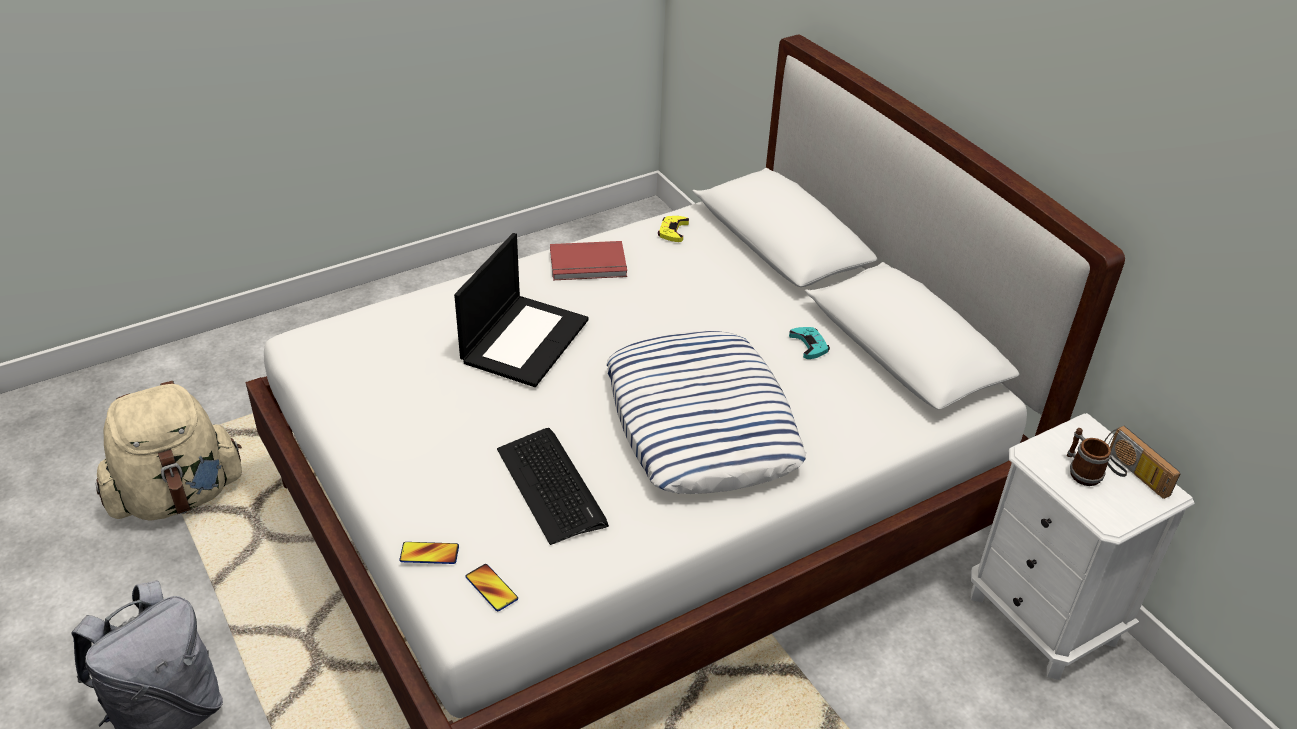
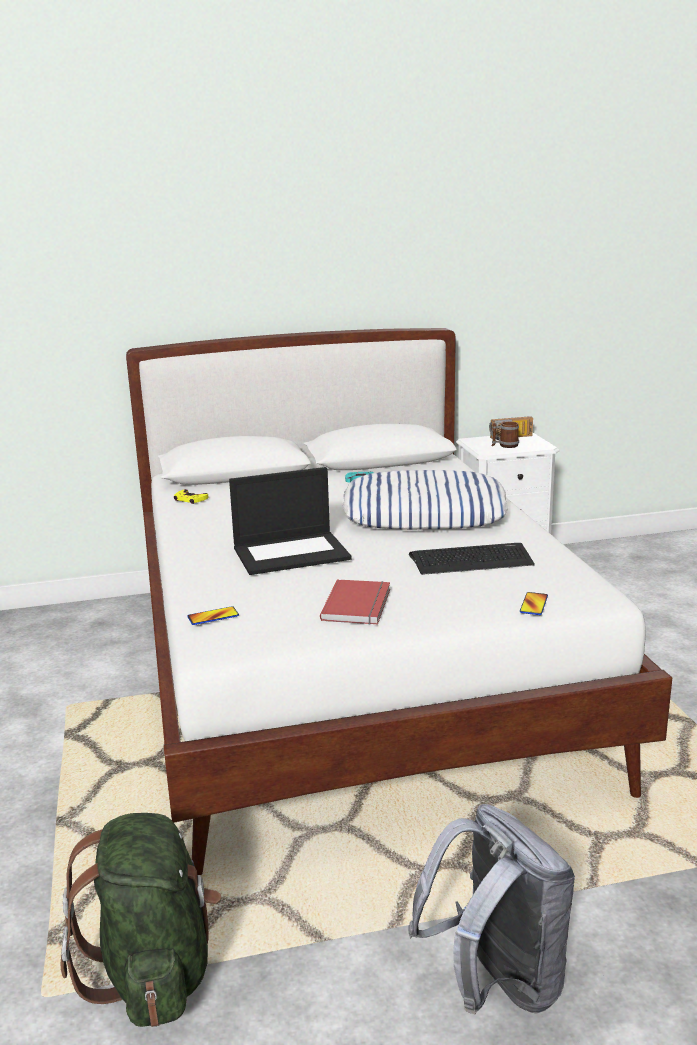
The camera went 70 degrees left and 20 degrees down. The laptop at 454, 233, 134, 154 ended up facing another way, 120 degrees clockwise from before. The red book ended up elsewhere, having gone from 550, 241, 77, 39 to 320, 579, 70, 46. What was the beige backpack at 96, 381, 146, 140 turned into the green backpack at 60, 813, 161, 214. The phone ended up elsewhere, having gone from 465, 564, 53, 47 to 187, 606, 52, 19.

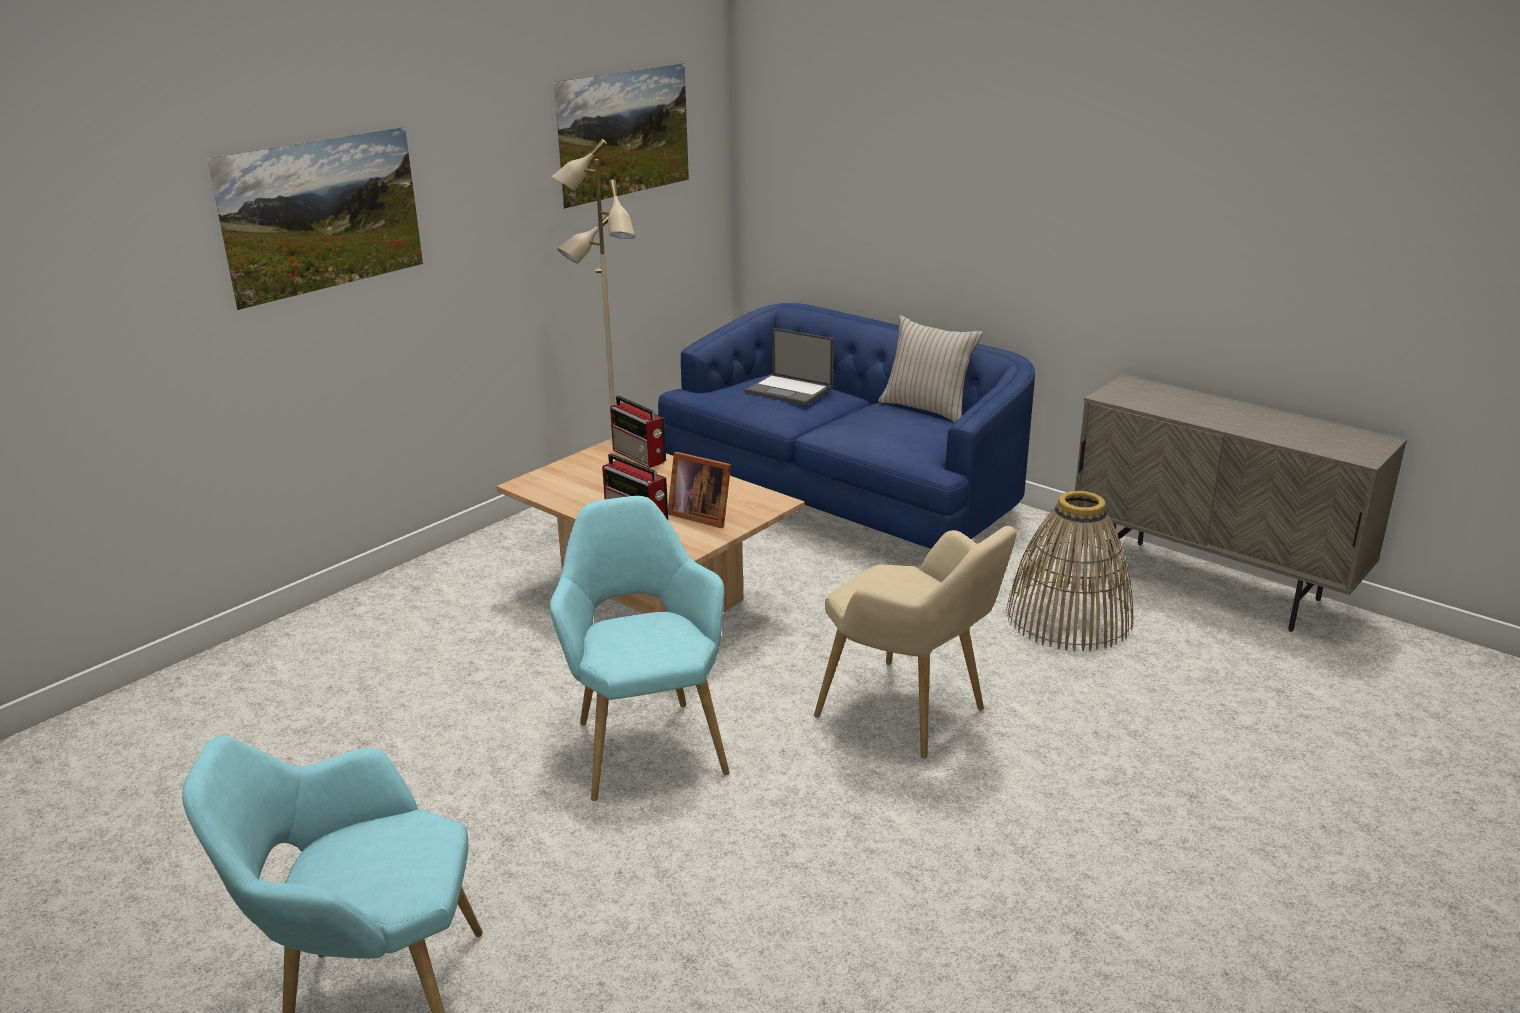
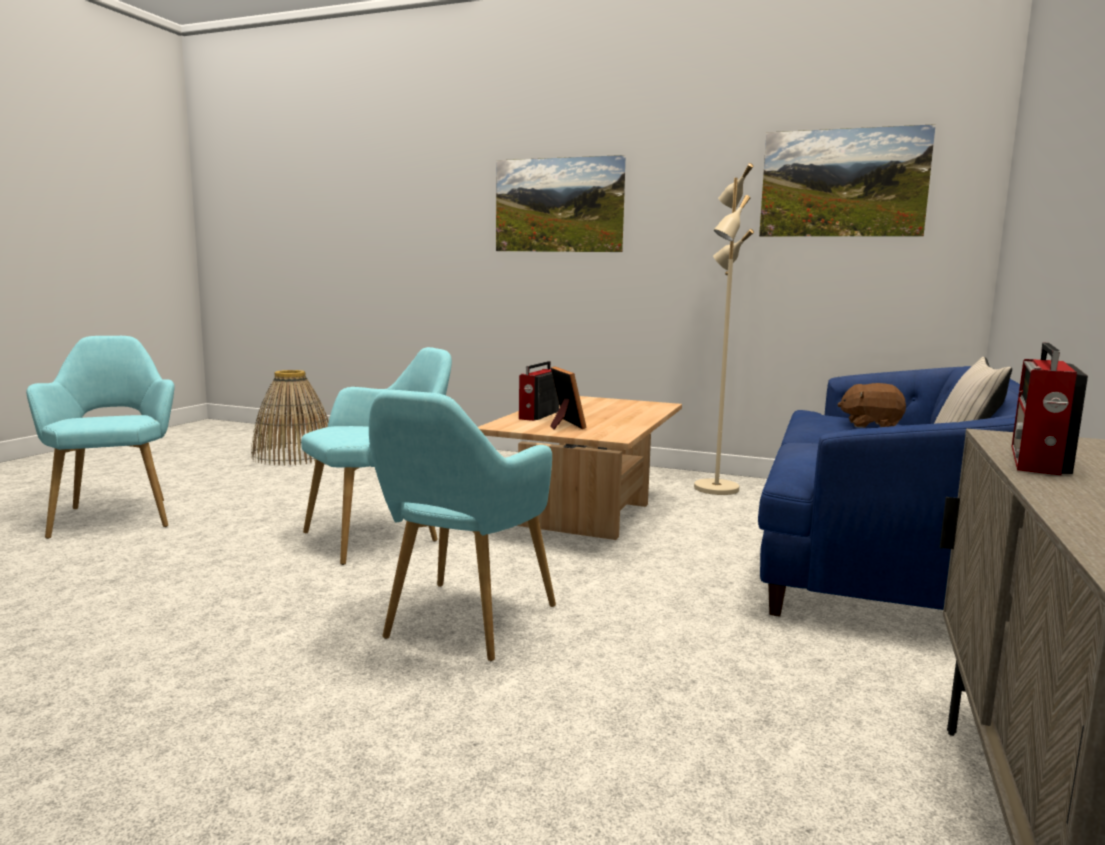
The camera went 70 degrees right and 15 degrees down. Where the laptop stood at 745, 328, 89, 77, the brown plush toy came to stand at 837, 383, 69, 45. The radio ended up elsewhere, having gone from 610, 396, 56, 72 to 1011, 342, 77, 133. The picture frame at 668, 452, 63, 76 ended up facing another way, 150 degrees clockwise from before. The basket ended up elsewhere, having gone from 1006, 491, 127, 160 to 251, 370, 78, 96. What was the beige armchair at 814, 526, 203, 232 turned into the turquoise armchair at 369, 390, 187, 271.

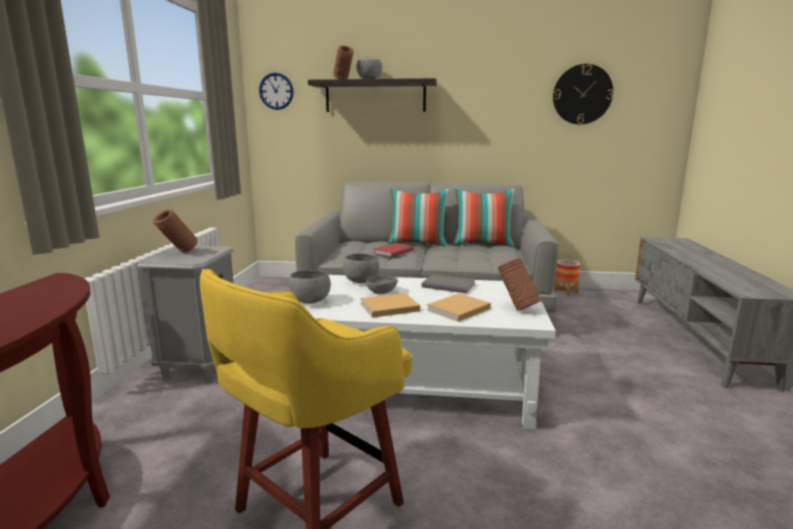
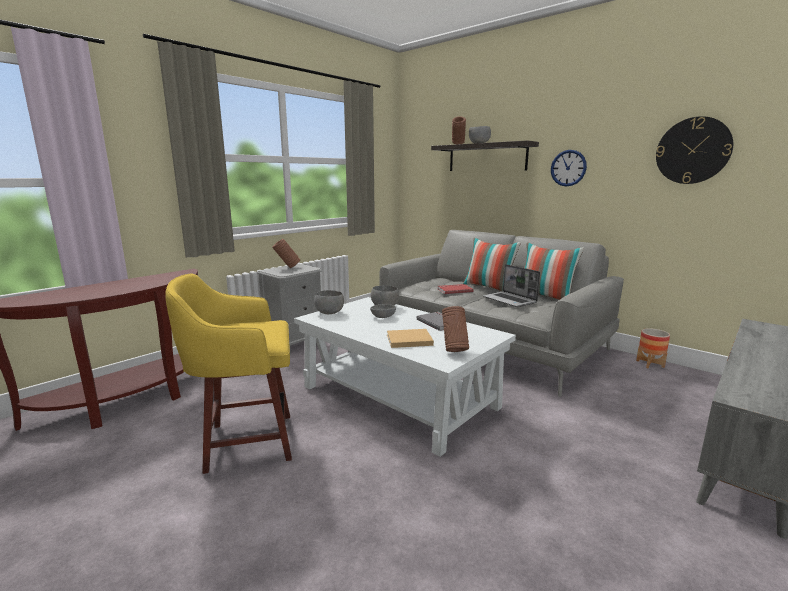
The camera went 35 degrees right and 0 degrees up. The wall clock ended up elsewhere, having gone from 259, 72, 35, 38 to 551, 150, 36, 36. The second view lost the beige book at 360, 293, 60, 25. The second view gained the laptop at 483, 264, 57, 43.

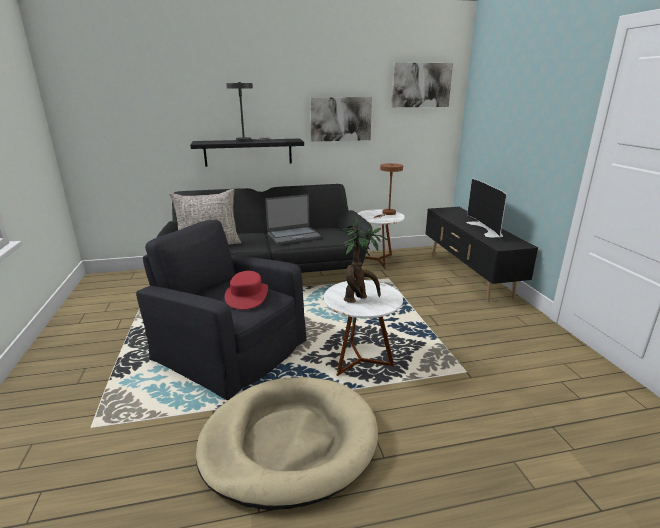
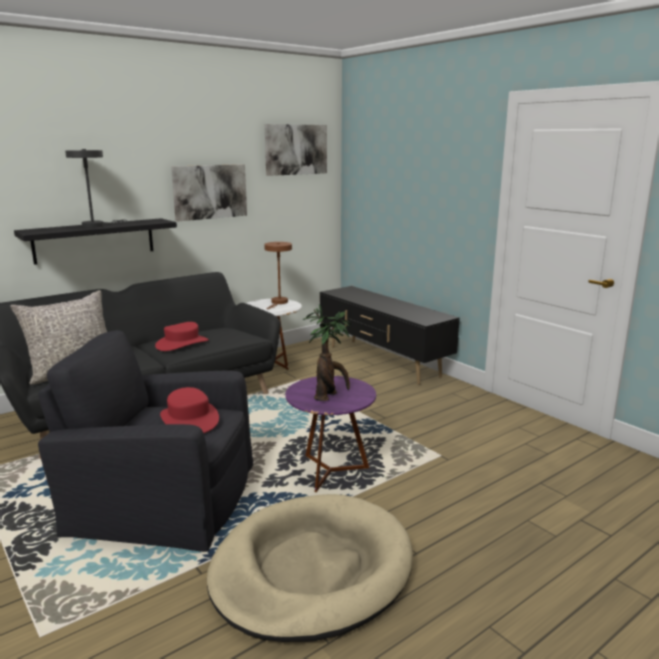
The camera went 25 degrees left and 5 degrees down. The second view lost the television at 466, 178, 41, 59. Where the laptop stood at 265, 194, 56, 51, the red hat came to stand at 155, 322, 54, 29. What was the white side table at 324, 280, 79, 96 turned into the purple side table at 285, 376, 91, 116.

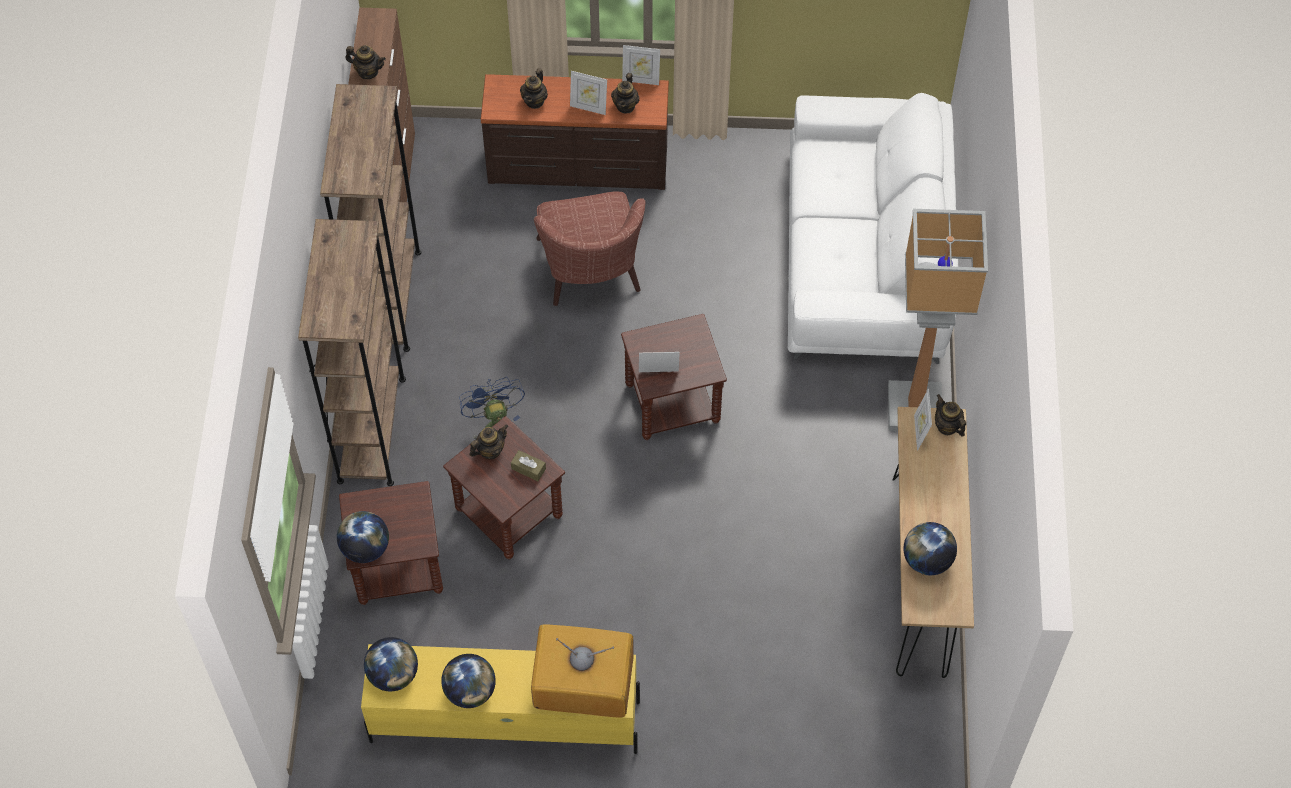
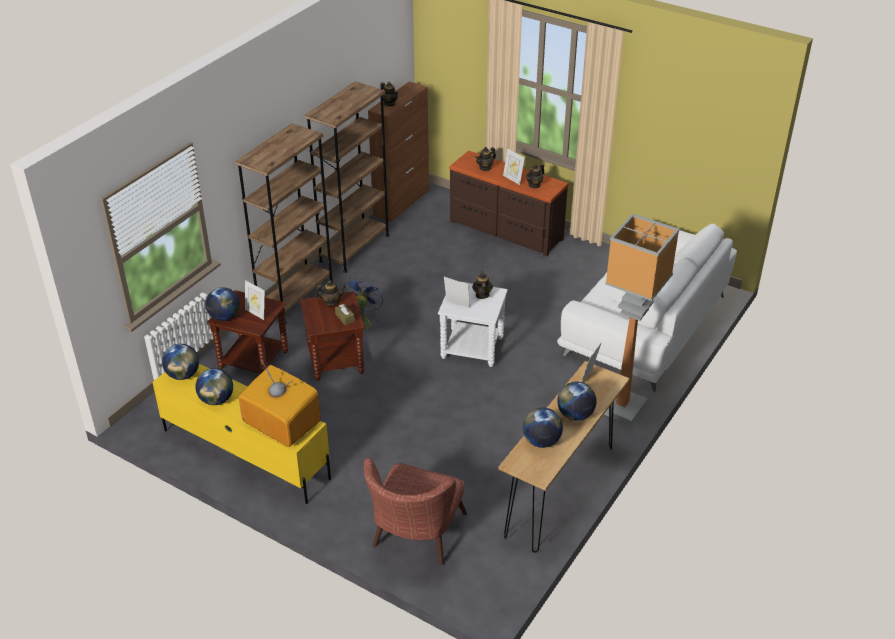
The camera went 30 degrees right and 20 degrees down. The picture frame ended up elsewhere, having gone from 622, 45, 38, 40 to 245, 280, 20, 40. The brown armchair ended up elsewhere, having gone from 534, 191, 111, 115 to 364, 458, 103, 107. What was the brown side table at 621, 314, 106, 126 turned into the white side table at 438, 282, 70, 85. The teapot ended up elsewhere, having gone from 935, 394, 31, 43 to 472, 271, 21, 28. The second view gained the globe at 557, 382, 40, 39.

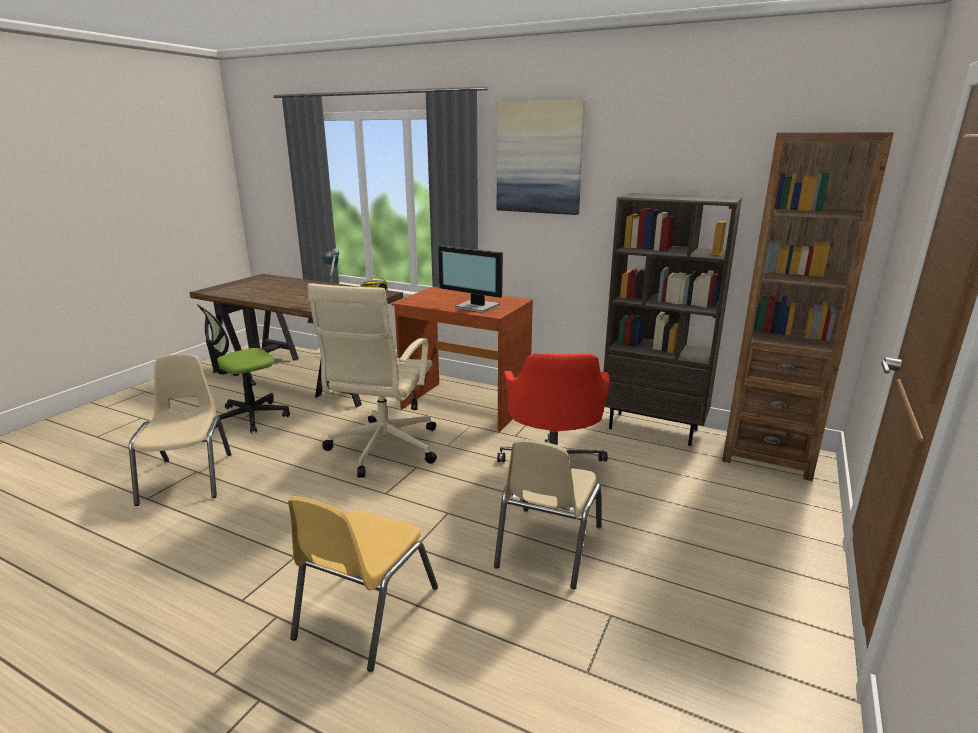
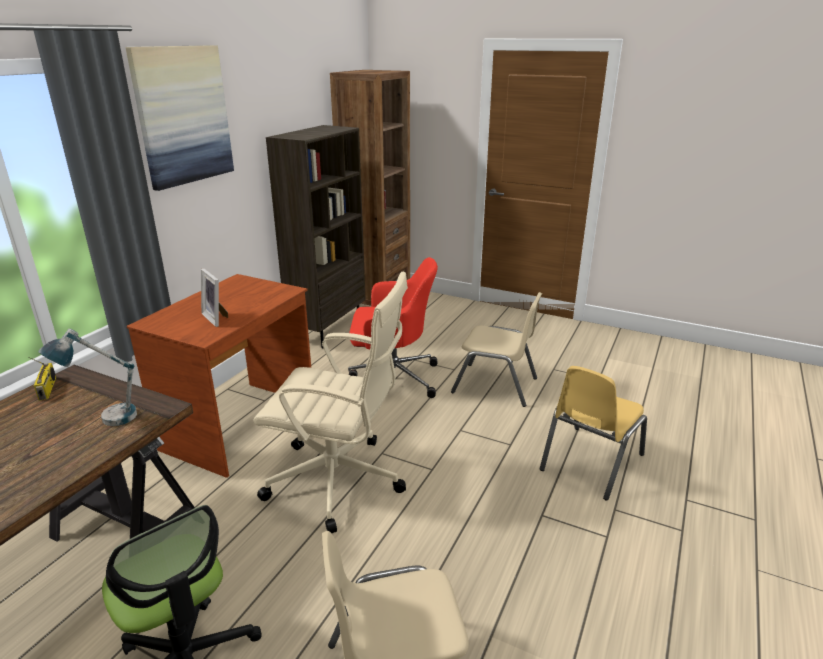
The camera went 90 degrees left and 5 degrees up. The second view lost the monitor at 438, 246, 65, 67. The yellow chair at 288, 496, 150, 176 ended up facing another way, 105 degrees clockwise from before. The second view gained the picture frame at 201, 268, 27, 59.

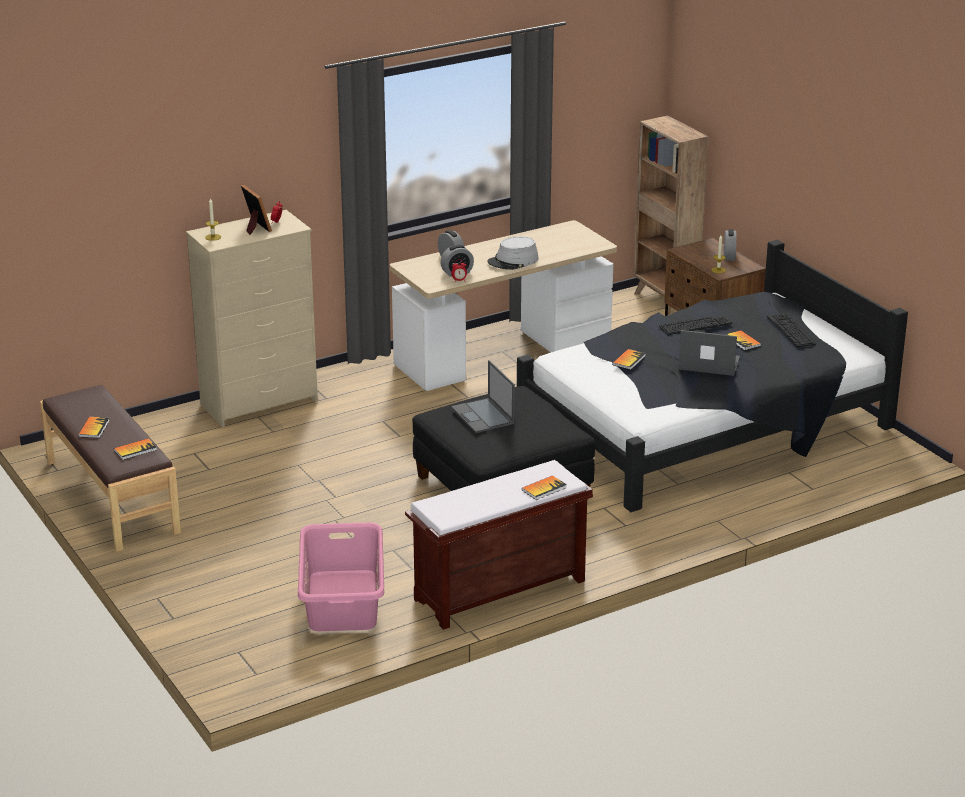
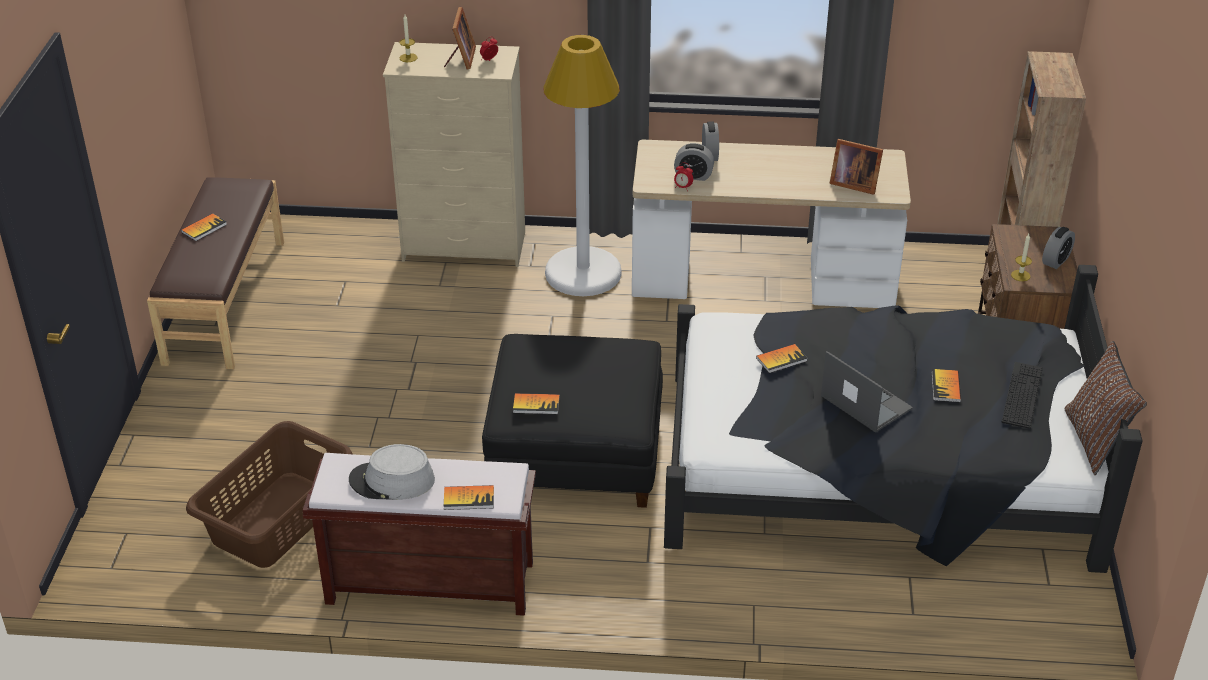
The camera went 35 degrees right and 10 degrees up. The grey hat ended up elsewhere, having gone from 487, 236, 52, 34 to 349, 444, 86, 56. The second view lost the keyboard at 659, 314, 74, 21. The second view lost the laptop at 451, 360, 64, 73. The book ended up elsewhere, having gone from 114, 439, 43, 21 to 513, 393, 47, 21. What was the pink laundry basket at 298, 522, 86, 109 turned into the brown laundry basket at 186, 421, 166, 147. The second view gained the white floor lamp at 544, 35, 78, 261. The second view gained the picture frame at 829, 139, 54, 56. The second view gained the brown pillow at 1065, 340, 82, 135.

